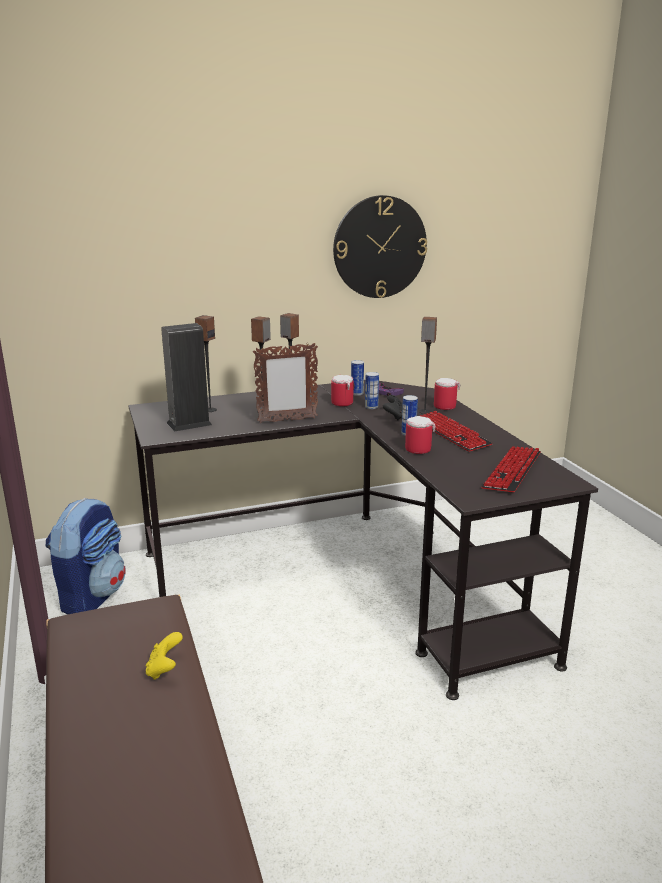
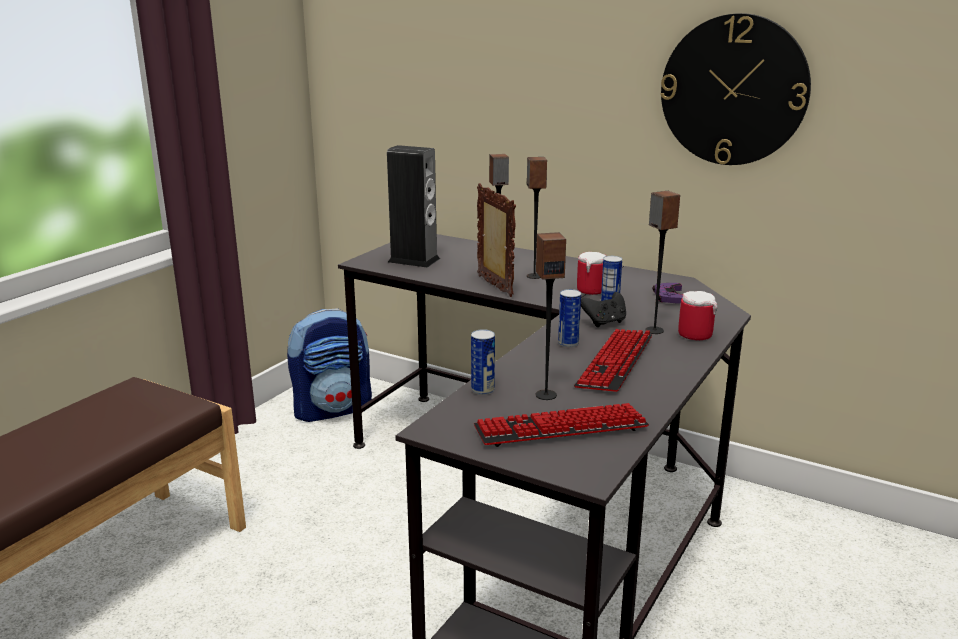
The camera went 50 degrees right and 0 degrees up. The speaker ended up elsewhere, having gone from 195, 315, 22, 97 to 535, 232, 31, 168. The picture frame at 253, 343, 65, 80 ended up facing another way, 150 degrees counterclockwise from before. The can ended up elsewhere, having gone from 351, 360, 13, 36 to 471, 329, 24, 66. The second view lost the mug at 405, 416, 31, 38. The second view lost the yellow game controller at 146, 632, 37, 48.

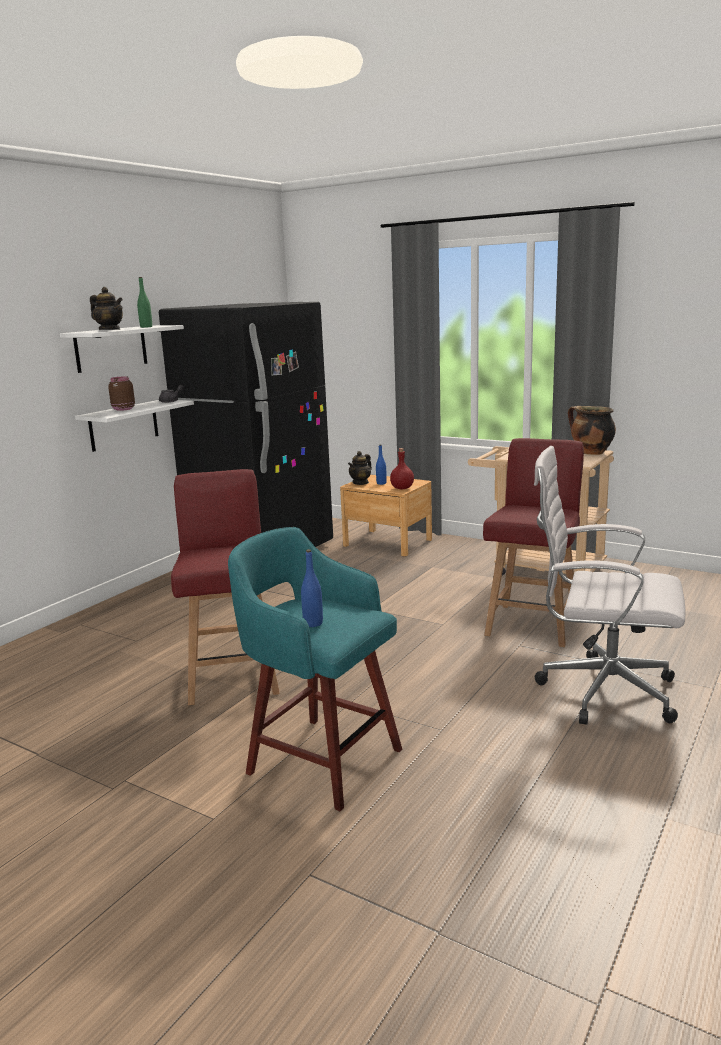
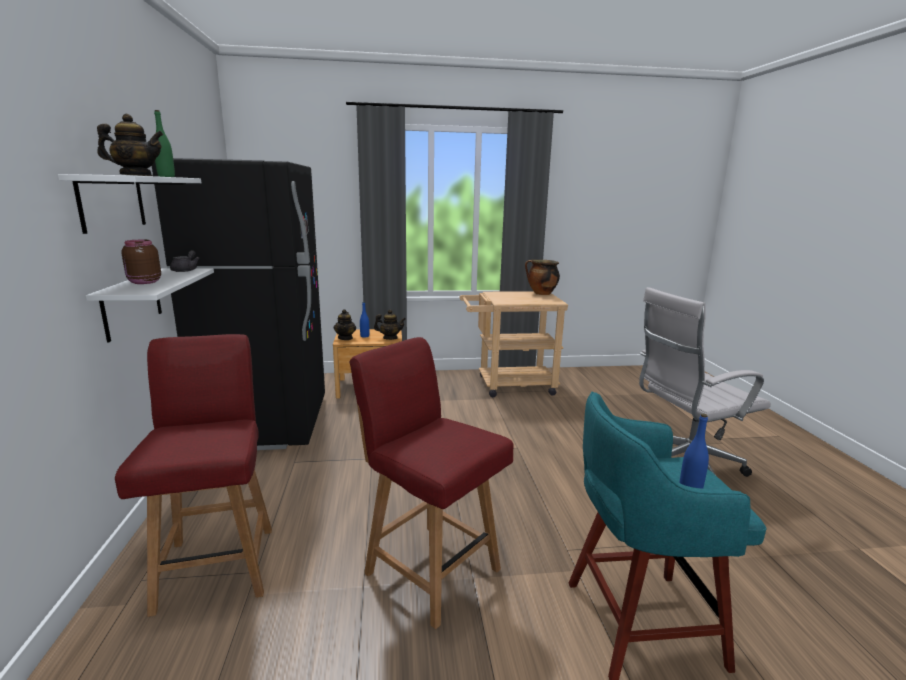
The camera went 40 degrees left and 0 degrees up. The red chair ended up elsewhere, having gone from 483, 438, 101, 209 to 115, 334, 157, 283. Where the red bottle stood at 390, 448, 24, 41, the teapot came to stand at 374, 309, 32, 31.

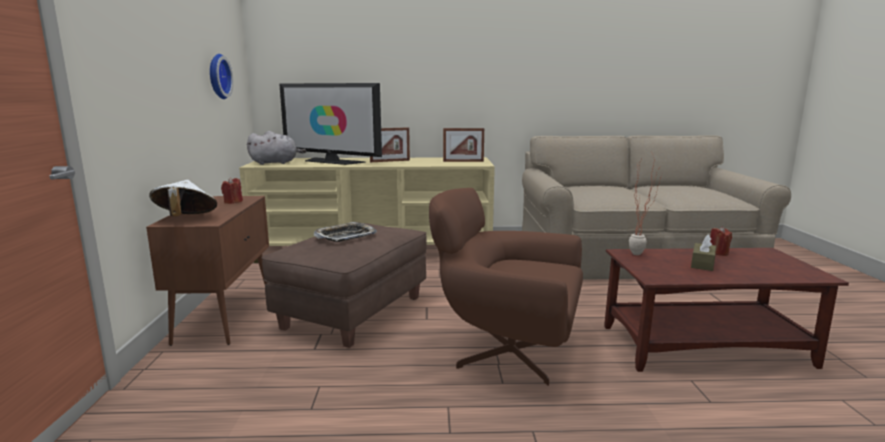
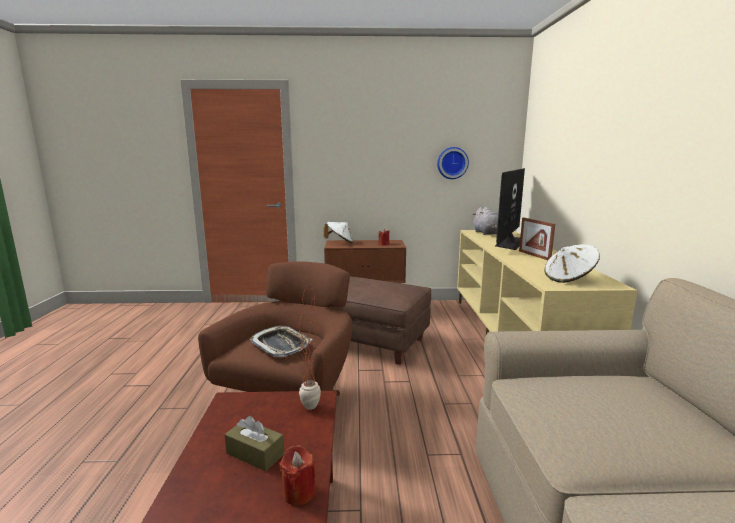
The camera went 90 degrees right and 0 degrees up. Where the picture frame stood at 443, 128, 41, 34, the white hat came to stand at 544, 244, 56, 39. The tray ended up elsewhere, having gone from 314, 222, 63, 20 to 250, 326, 62, 31.

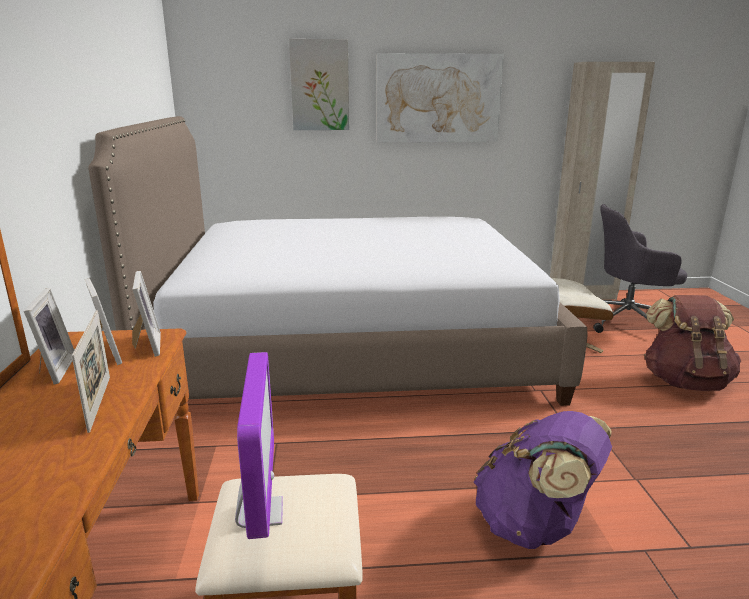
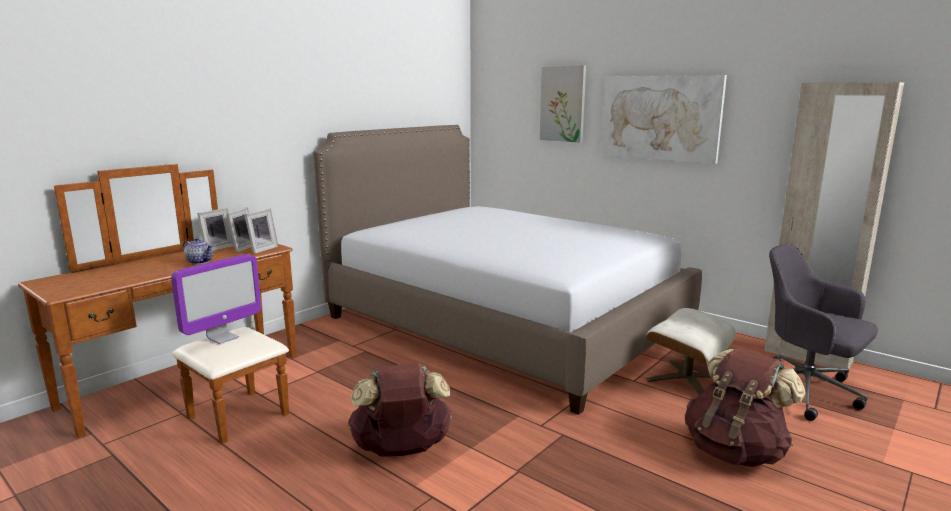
The camera went 45 degrees right and 5 degrees down. Where the picture frame stood at 72, 310, 38, 123, the teapot came to stand at 183, 237, 30, 27. What was the purple backpack at 474, 411, 138, 138 turned into the brown backpack at 348, 363, 104, 94.

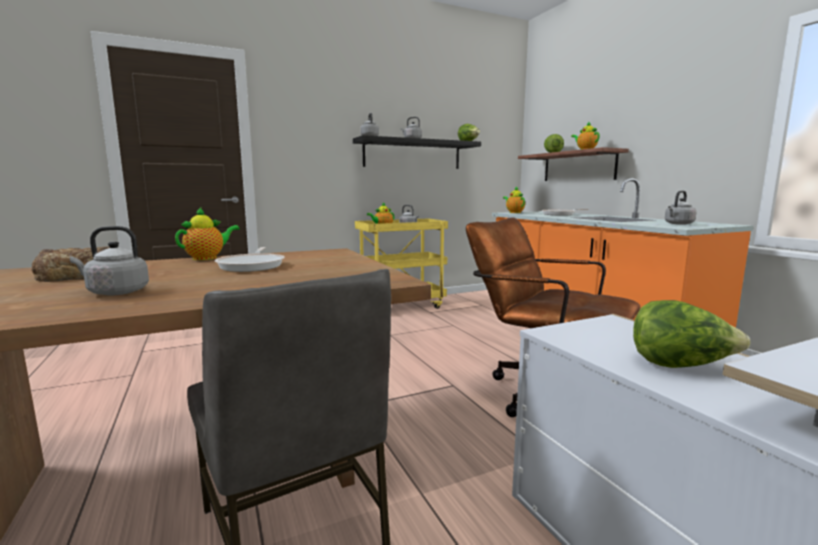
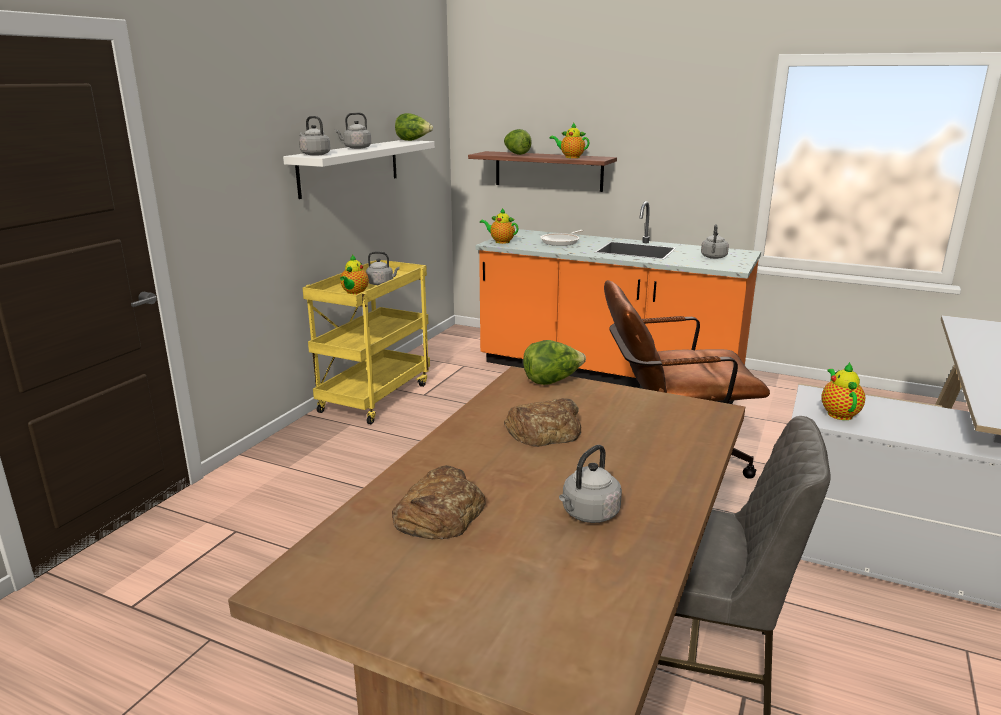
The camera went 40 degrees left and 10 degrees up. What was the black shelf at 353, 135, 128, 34 turned into the white shelf at 283, 140, 152, 59. The teapot ended up elsewhere, having gone from 175, 208, 65, 52 to 821, 362, 44, 58. Where the frying pan stood at 215, 247, 70, 25, the bread came to stand at 504, 398, 77, 49. The lettuce ended up elsewhere, having gone from 633, 300, 117, 68 to 523, 340, 63, 45.

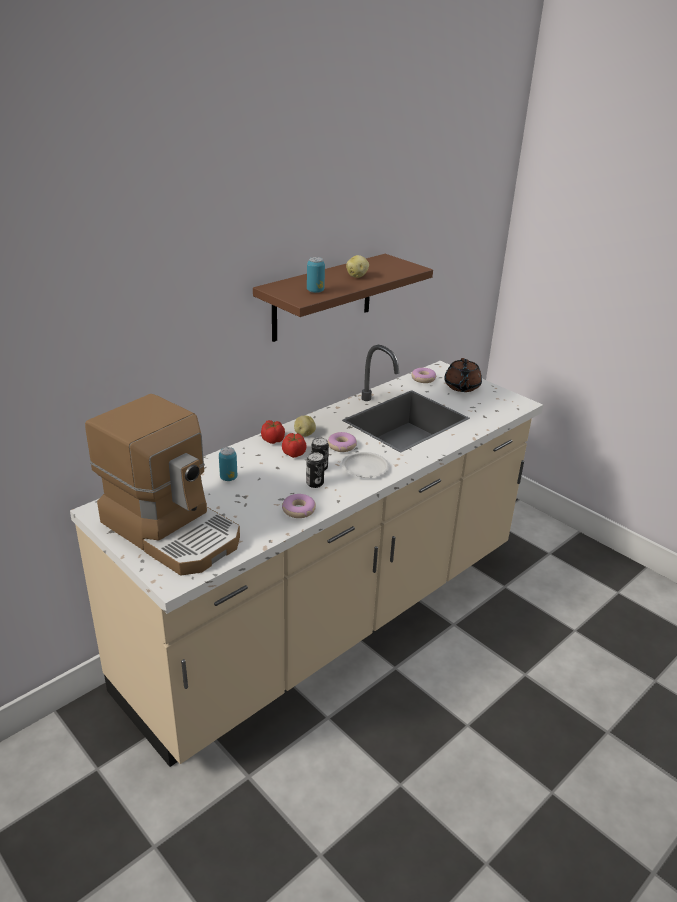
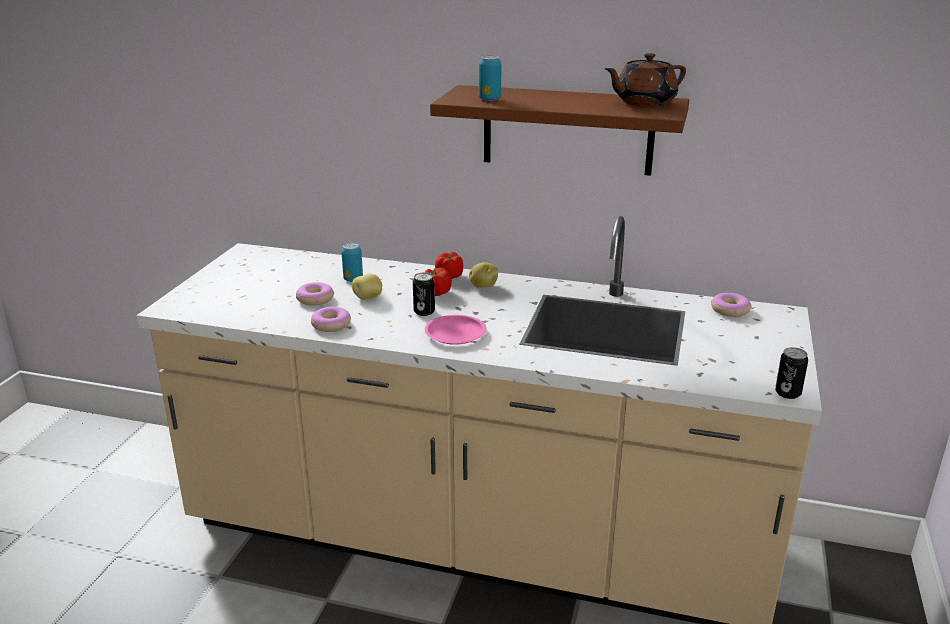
The camera went 60 degrees right and 5 degrees down. The potato ended up elsewhere, having gone from 346, 255, 23, 23 to 352, 273, 30, 27. The brown teapot ended up elsewhere, having gone from 444, 358, 38, 34 to 605, 53, 81, 54. The second view lost the coffee machine at 85, 394, 155, 181. The donut ended up elsewhere, having gone from 328, 432, 29, 20 to 296, 282, 38, 24. The can ended up elsewhere, having gone from 306, 452, 19, 36 to 775, 347, 33, 52. What was the white plate at 342, 452, 47, 26 turned into the pink plate at 425, 315, 62, 30.

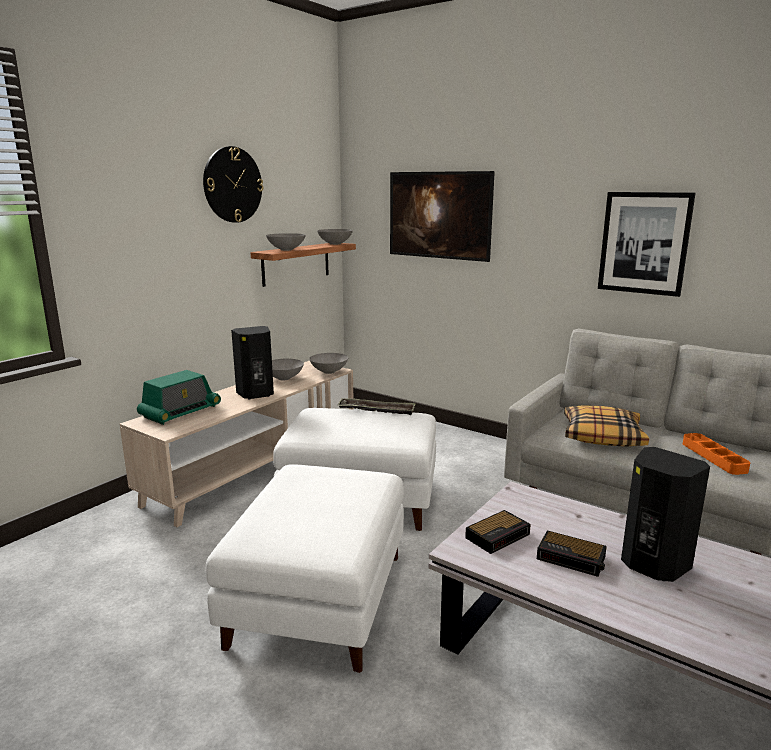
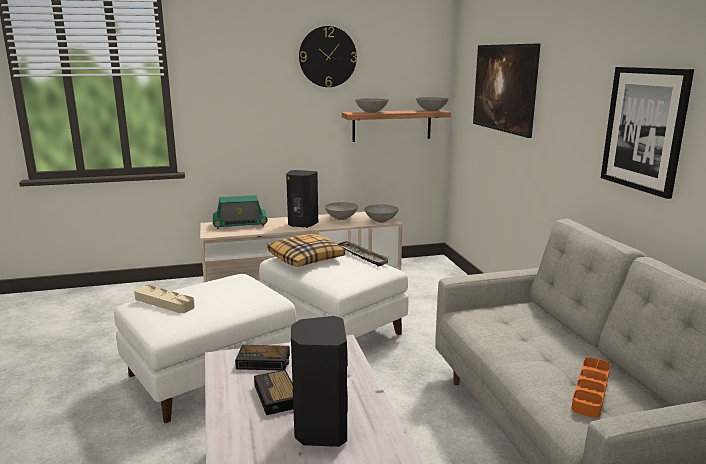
The camera went 40 degrees right and 0 degrees up. The pillow ended up elsewhere, having gone from 564, 405, 85, 42 to 267, 234, 78, 33. The second view gained the beige tray at 134, 285, 61, 28.

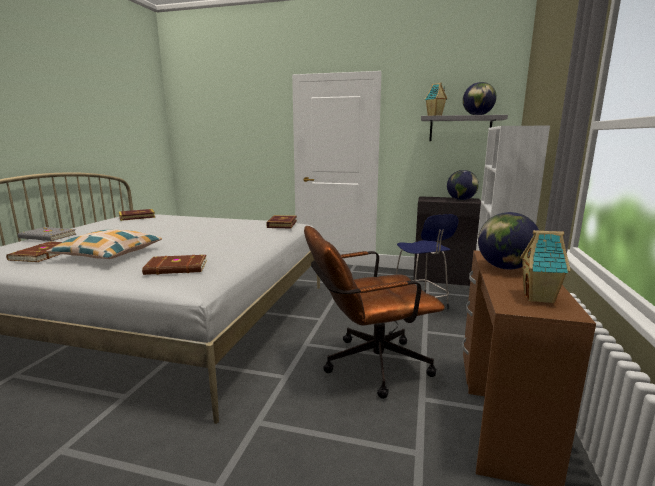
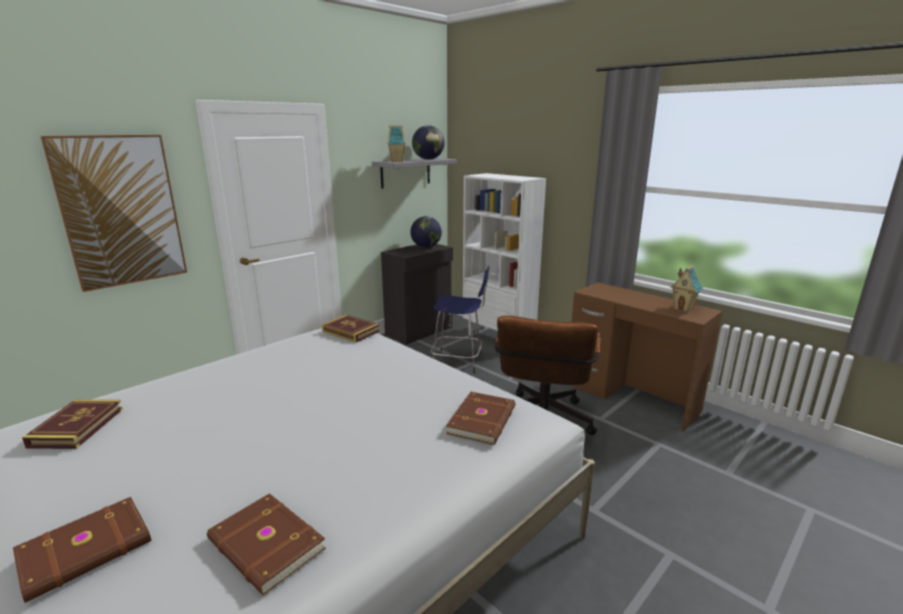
The camera went 60 degrees left and 5 degrees up. The second view lost the globe at 478, 212, 61, 58. What was the grey book at 18, 227, 58, 14 turned into the brown book at 13, 497, 138, 106. The second view lost the pillow at 46, 229, 116, 30. The second view gained the picture at 40, 135, 147, 157.

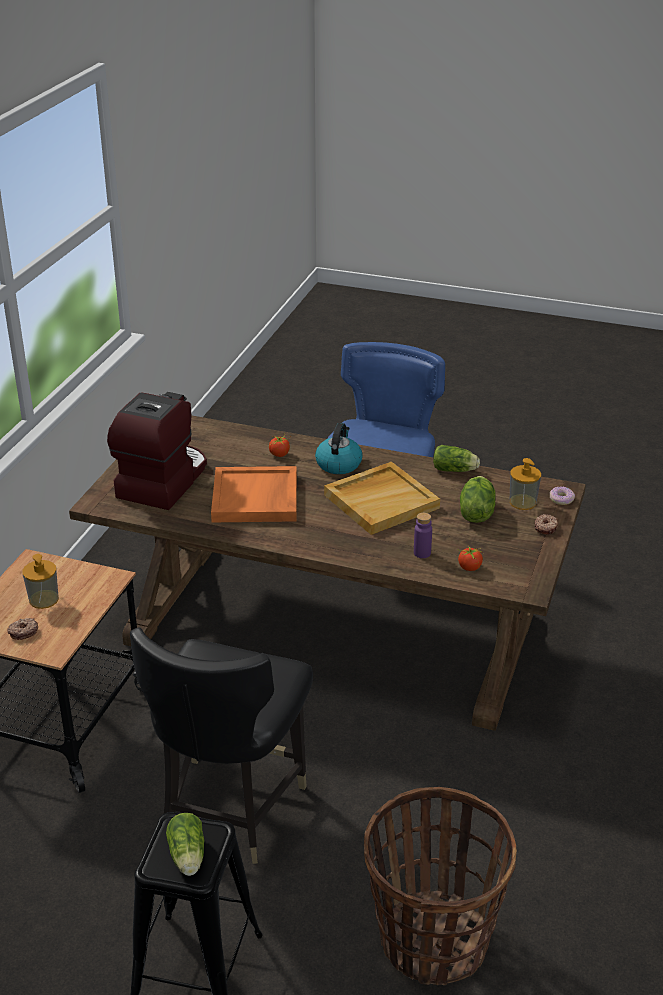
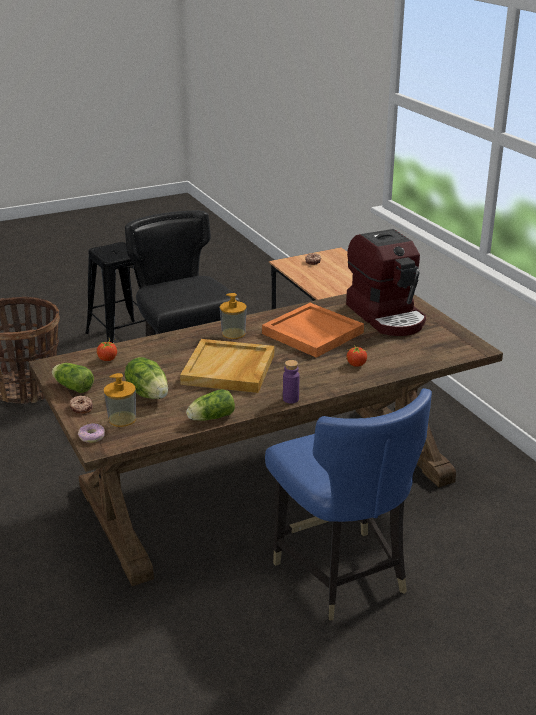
The camera went 135 degrees right and 5 degrees down. The second view lost the kettle at 315, 423, 48, 51. The purple bottle ended up elsewhere, having gone from 414, 513, 18, 45 to 283, 360, 16, 44. The soap dispenser ended up elsewhere, having gone from 22, 554, 37, 55 to 220, 293, 27, 46. The lettuce ended up elsewhere, having gone from 166, 813, 39, 63 to 52, 363, 42, 30.

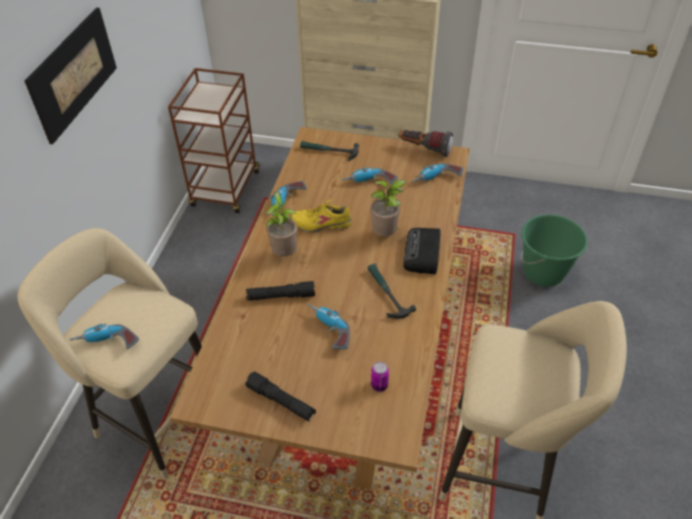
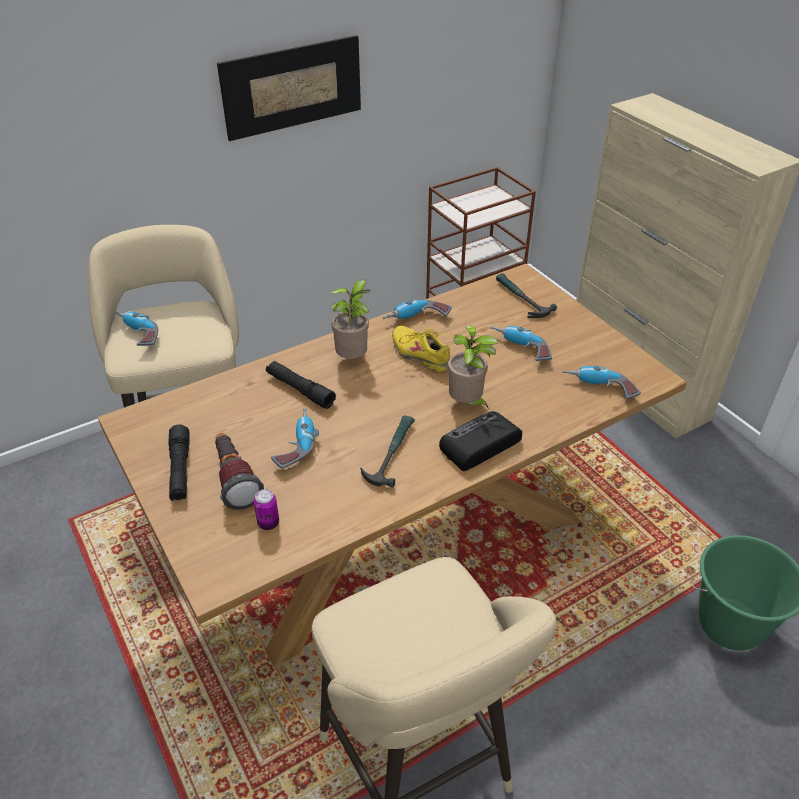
The camera went 45 degrees right and 5 degrees down. The flashlight ended up elsewhere, having gone from 399, 130, 54, 27 to 215, 433, 49, 77.

